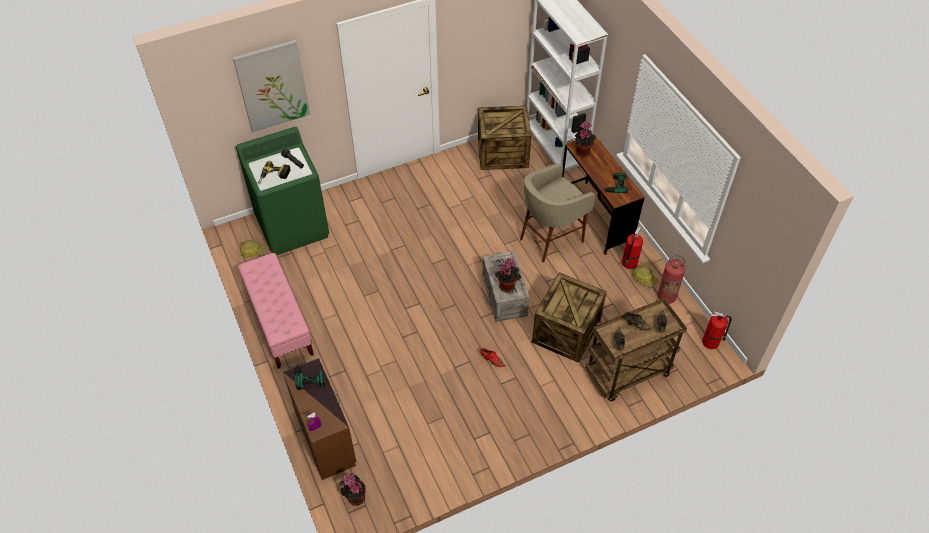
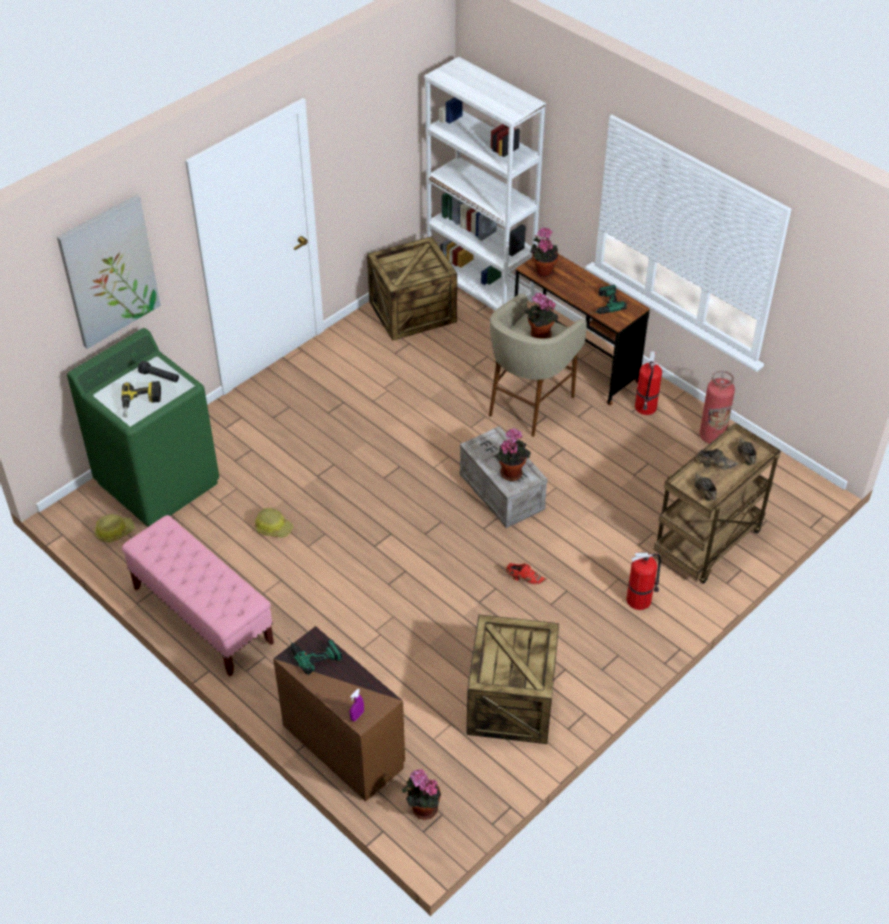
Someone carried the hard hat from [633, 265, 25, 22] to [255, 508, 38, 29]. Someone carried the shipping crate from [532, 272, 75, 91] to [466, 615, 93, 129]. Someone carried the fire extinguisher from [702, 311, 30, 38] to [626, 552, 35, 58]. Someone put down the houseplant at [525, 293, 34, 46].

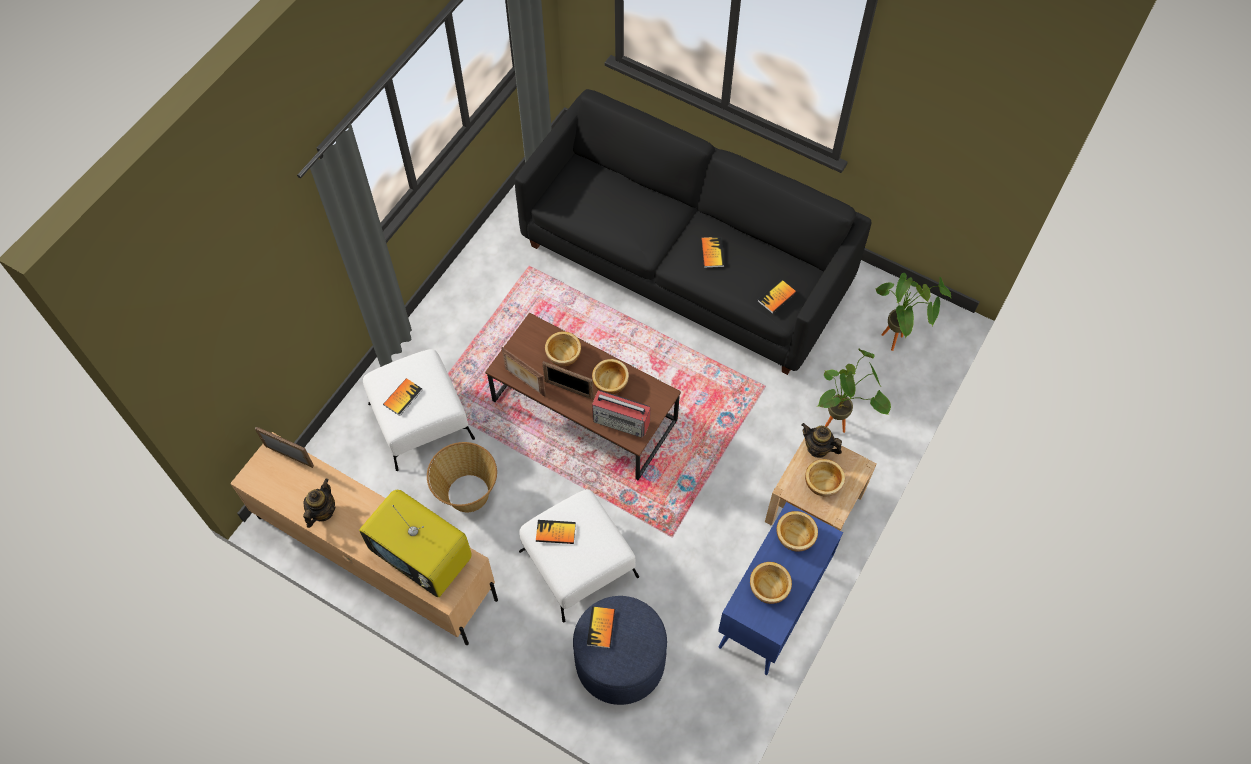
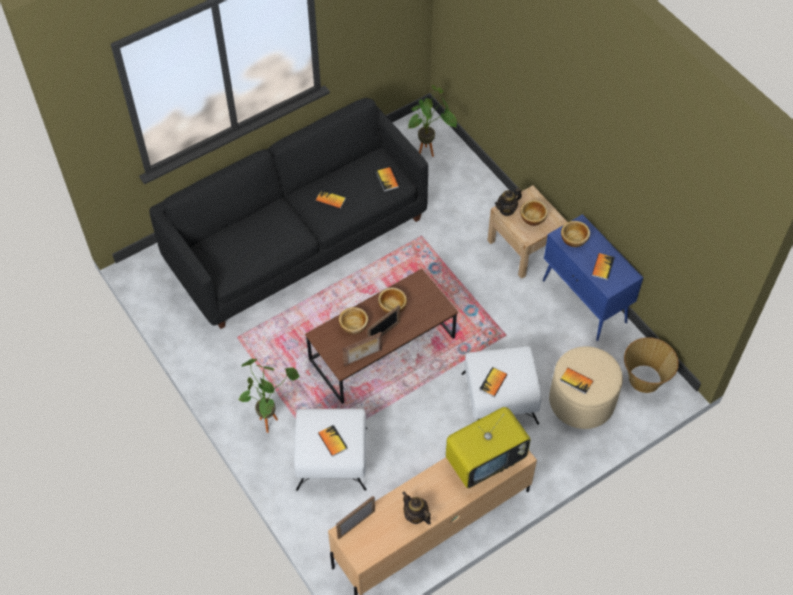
Someone carried the houseplant from [817, 349, 74, 84] to [238, 359, 61, 74]. Someone took away the radio receiver at [592, 390, 59, 48]. Someone carried the storage basket from [427, 442, 70, 70] to [624, 337, 55, 56]. Someone swapped the bowl at [750, 562, 42, 42] for the bound book at [592, 253, 23, 27]. Someone repainted the blue footrest at [573, 596, 94, 109], which became the beige footrest at [549, 346, 74, 83].

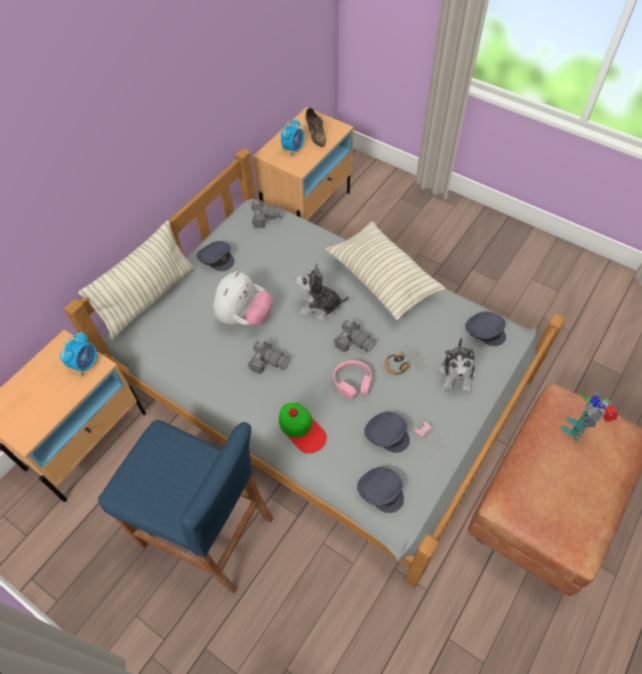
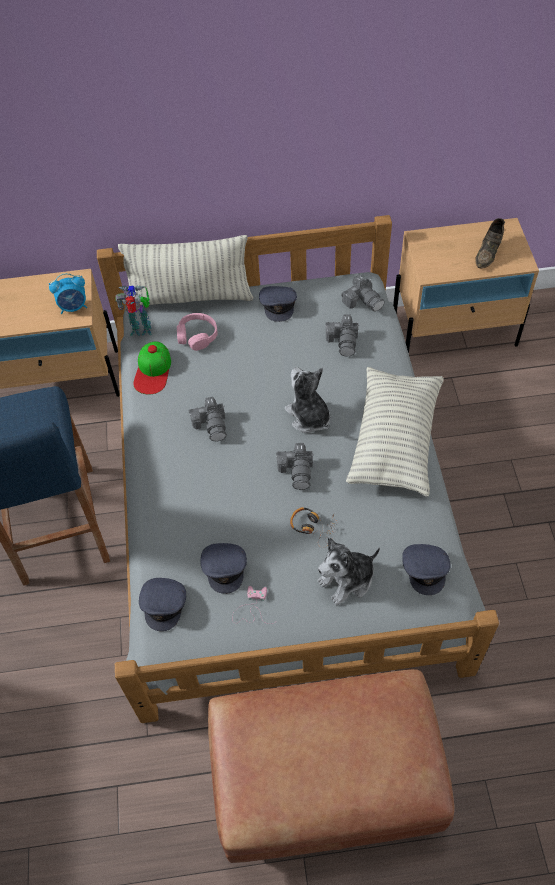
Someone took away the bedside clock at [281, 119, 23, 37]. Someone took away the plush toy at [213, 271, 60, 55]. Someone carried the pink-coloured pair of headphones from [333, 360, 39, 39] to [177, 313, 40, 38]. Someone carried the toy robot from [561, 390, 57, 52] to [115, 285, 37, 51]. Someone carried the peaked cap from [279, 403, 48, 51] to [133, 341, 38, 54]. Someone put down the photo camera at [325, 314, 34, 43].

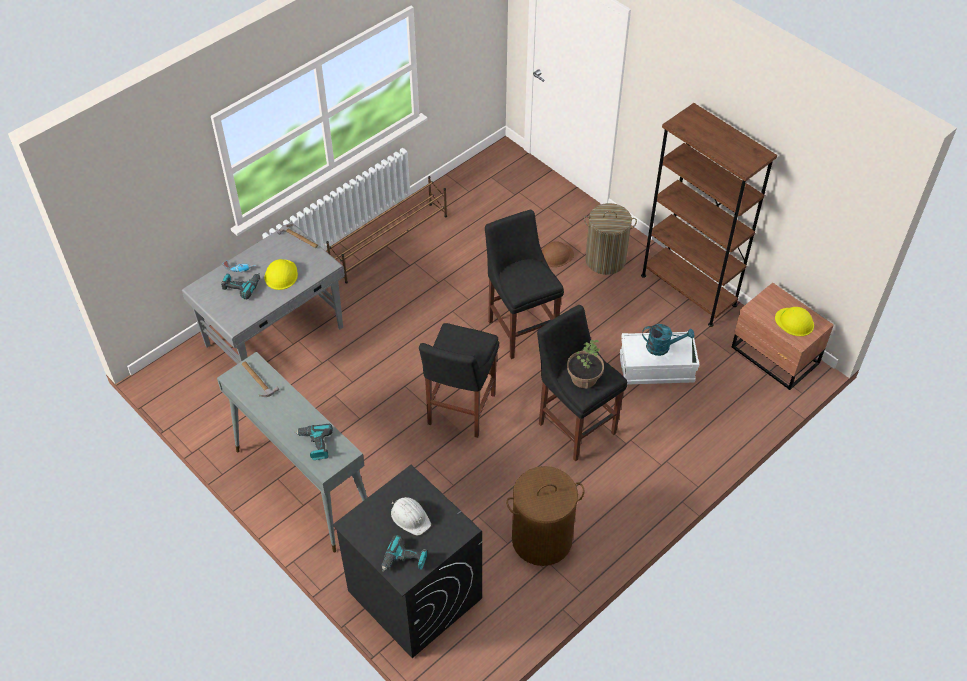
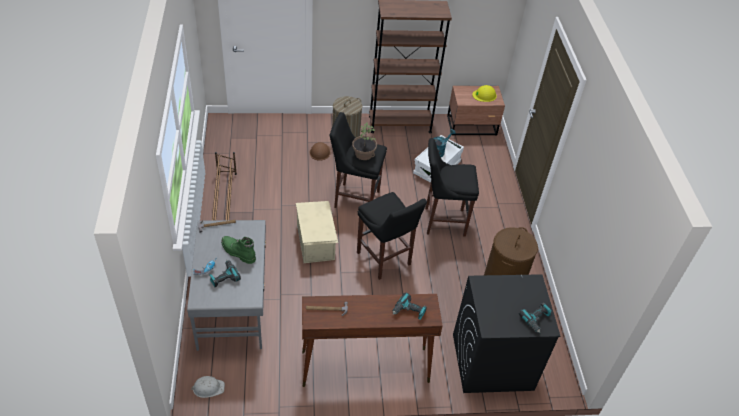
Someone swapped the yellowish hard hat at [264, 259, 34, 31] for the greenish boot at [221, 236, 35, 28]. Someone carried the houseplant from [567, 339, 37, 50] to [352, 123, 25, 37]. Someone repainted the greyish narrow table at [217, 352, 150, 200], which became the brownish narrow table at [302, 294, 140, 93]. Someone carried the white hard hat from [391, 497, 40, 39] to [191, 376, 34, 22]. Someone put down the beige storage container at [296, 201, 42, 62].

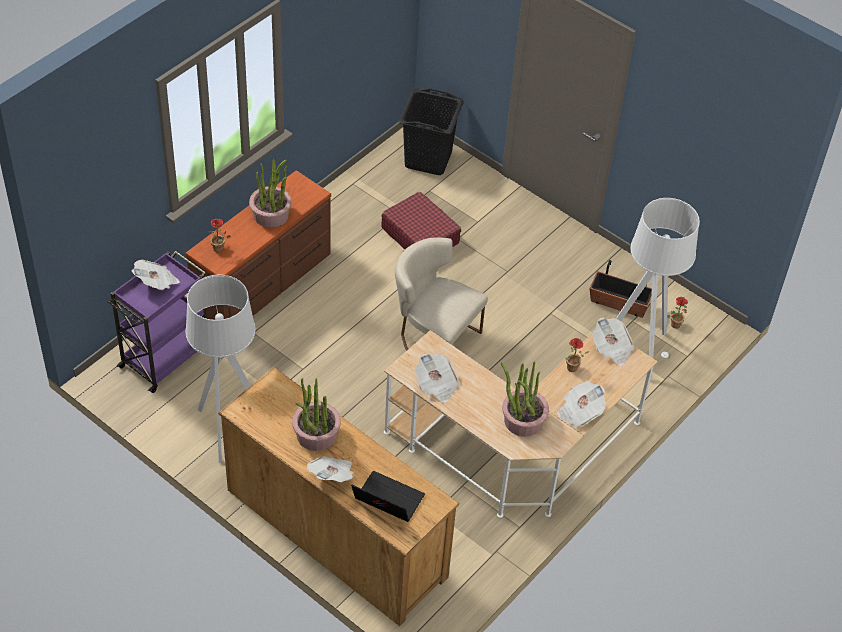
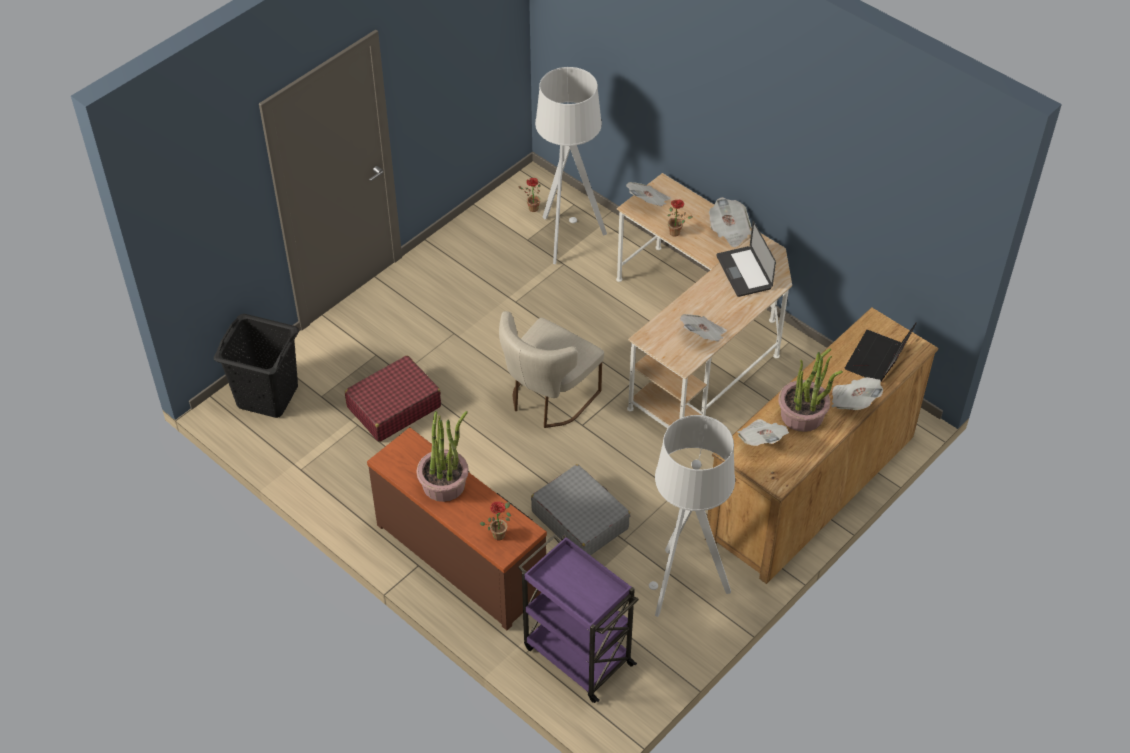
Someone carried the printed paper from [131, 260, 49, 30] to [737, 419, 52, 27]. Someone took away the planter at [590, 260, 62, 58]. Someone swapped the houseplant at [501, 361, 48, 76] for the laptop at [716, 221, 60, 76]. Someone put down the greyish travel case at [531, 464, 99, 92].

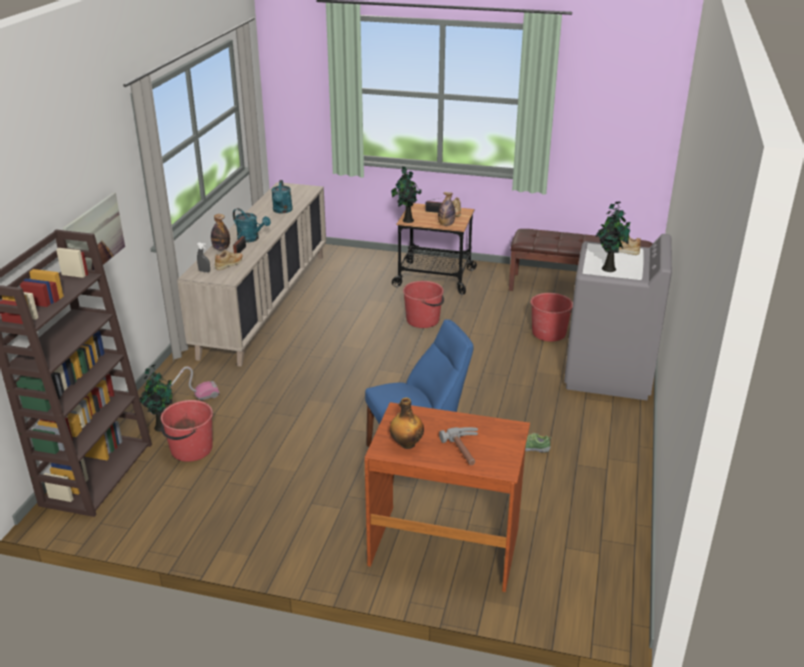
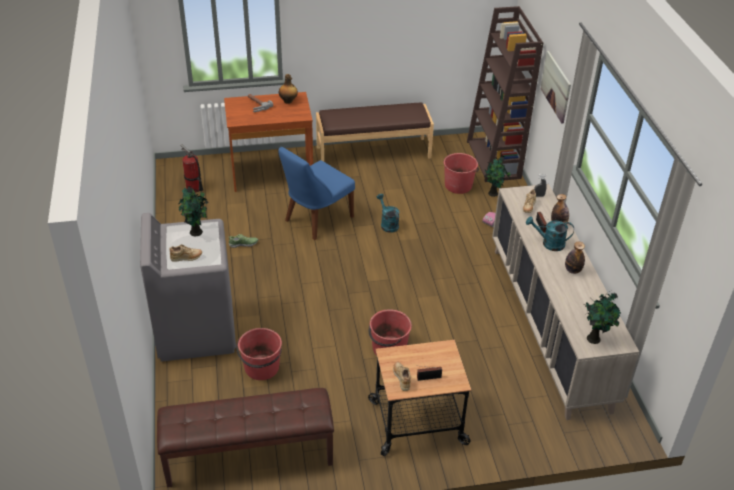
Someone carried the houseplant from [391, 167, 31, 56] to [582, 291, 40, 53]. Someone carried the turquoise sprinkling can from [271, 180, 22, 33] to [376, 194, 24, 39]. Someone carried the drink bottle from [438, 192, 17, 34] to [565, 241, 20, 33]. Someone put down the brownish long seat at [316, 102, 118, 59]. Someone put down the fire extinguisher at [181, 144, 22, 49].

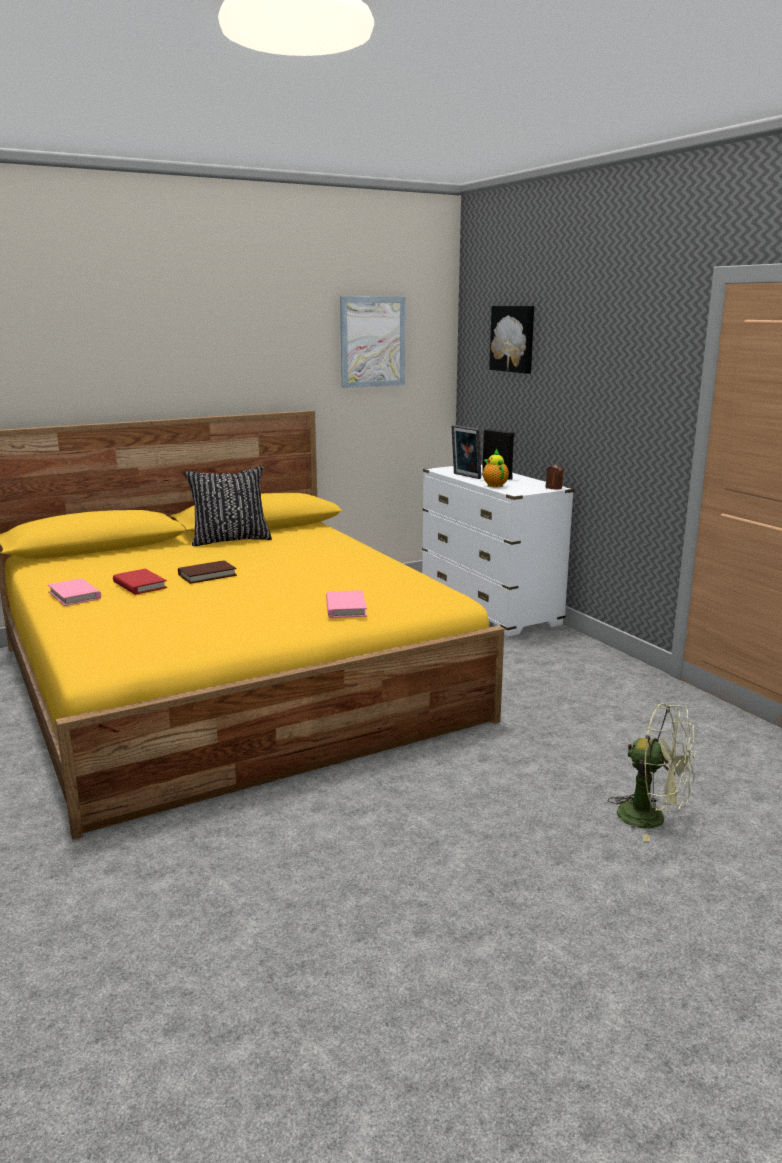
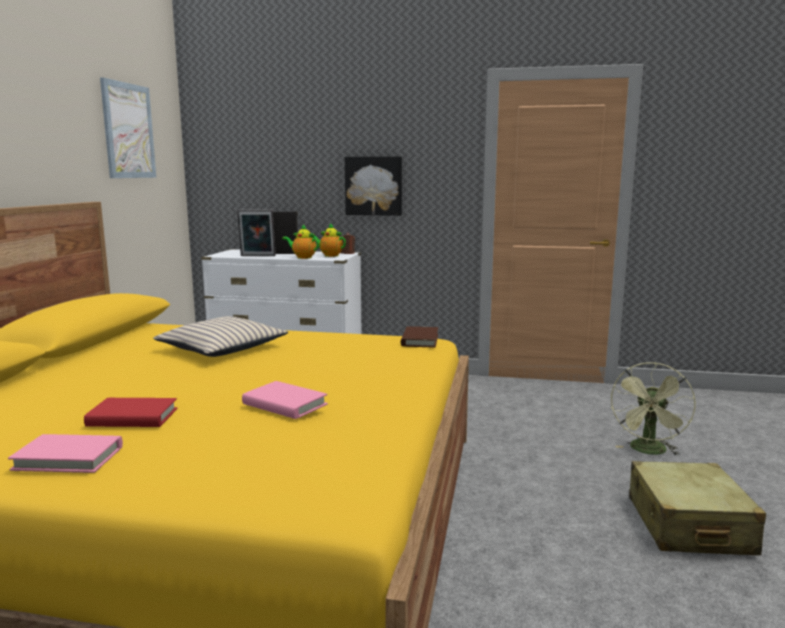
Someone carried the wall picture from [489, 306, 45, 68] to [345, 156, 57, 60]. Someone took away the blackish throw pillow at [185, 466, 87, 80]. Someone carried the brownish bound book from [178, 560, 59, 24] to [401, 326, 37, 22]. Someone carried the pink-coloured bound book from [326, 590, 41, 28] to [242, 381, 86, 38]. Someone rotated the greenish fan at [608, 703, 88, 138] by 135 degrees clockwise. Someone put down the tea pot at [312, 223, 34, 34]. Someone put down the beige throw pillow at [153, 316, 135, 41]. Someone put down the beige travel case at [629, 461, 137, 94].

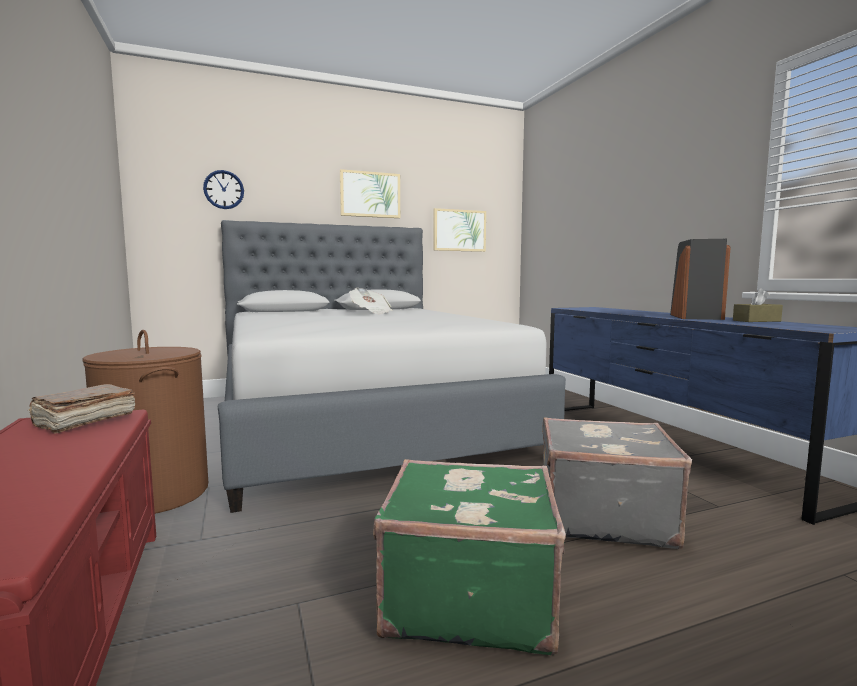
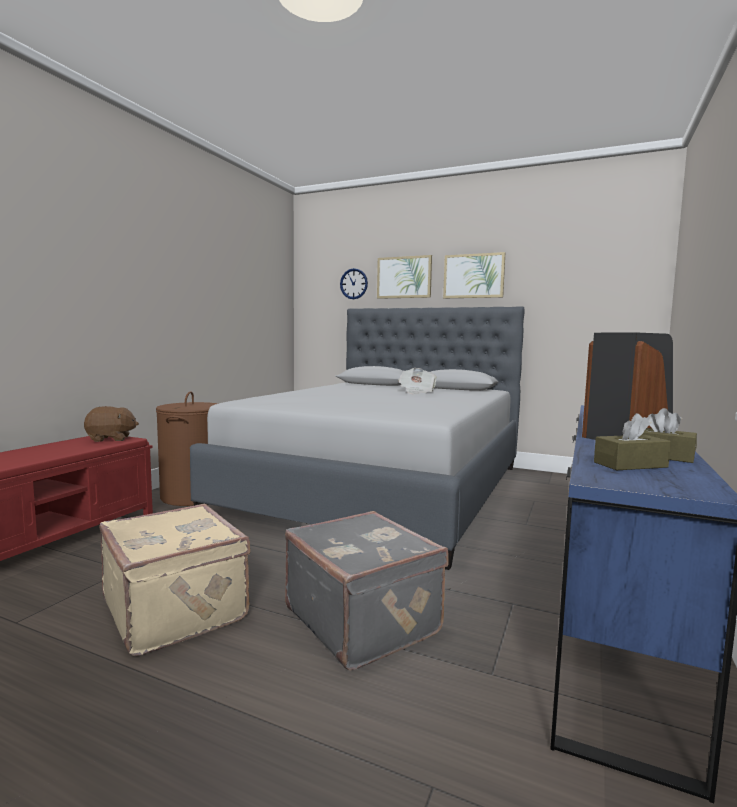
Someone carried the wall picture from [433, 208, 53, 44] to [377, 255, 55, 44]. Someone swapped the brownish bound book at [28, 384, 107, 50] for the brownish plush toy at [84, 406, 55, 36]. Someone repainted the greenish travel case at [373, 459, 193, 196], which became the beige travel case at [99, 504, 151, 152]. Someone put down the brownish tissue holder at [594, 413, 77, 57].

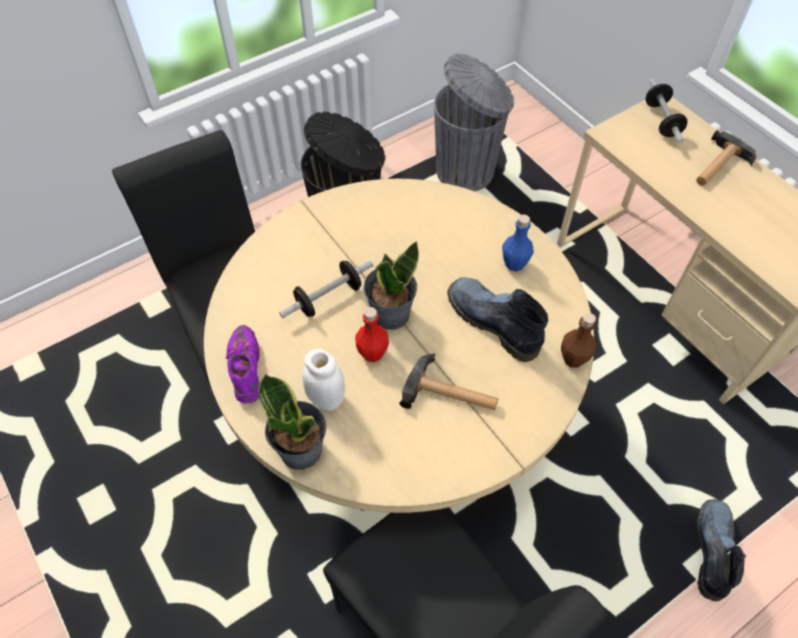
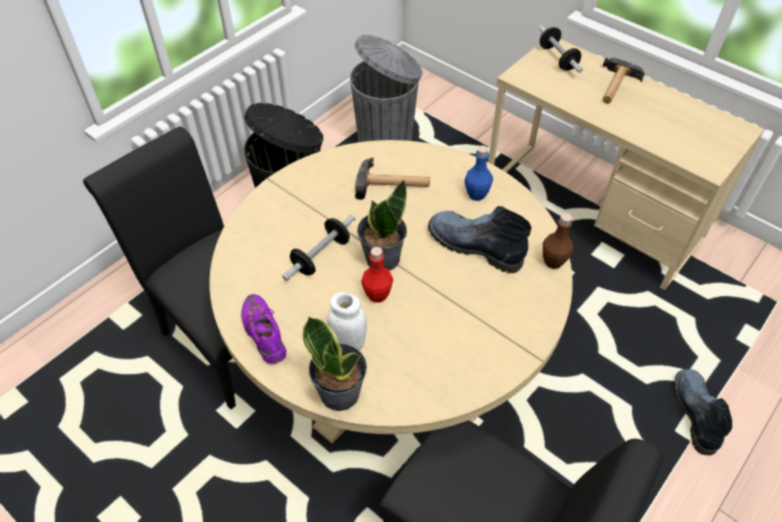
Someone carried the hammer from [399, 354, 100, 56] to [355, 157, 75, 43].

